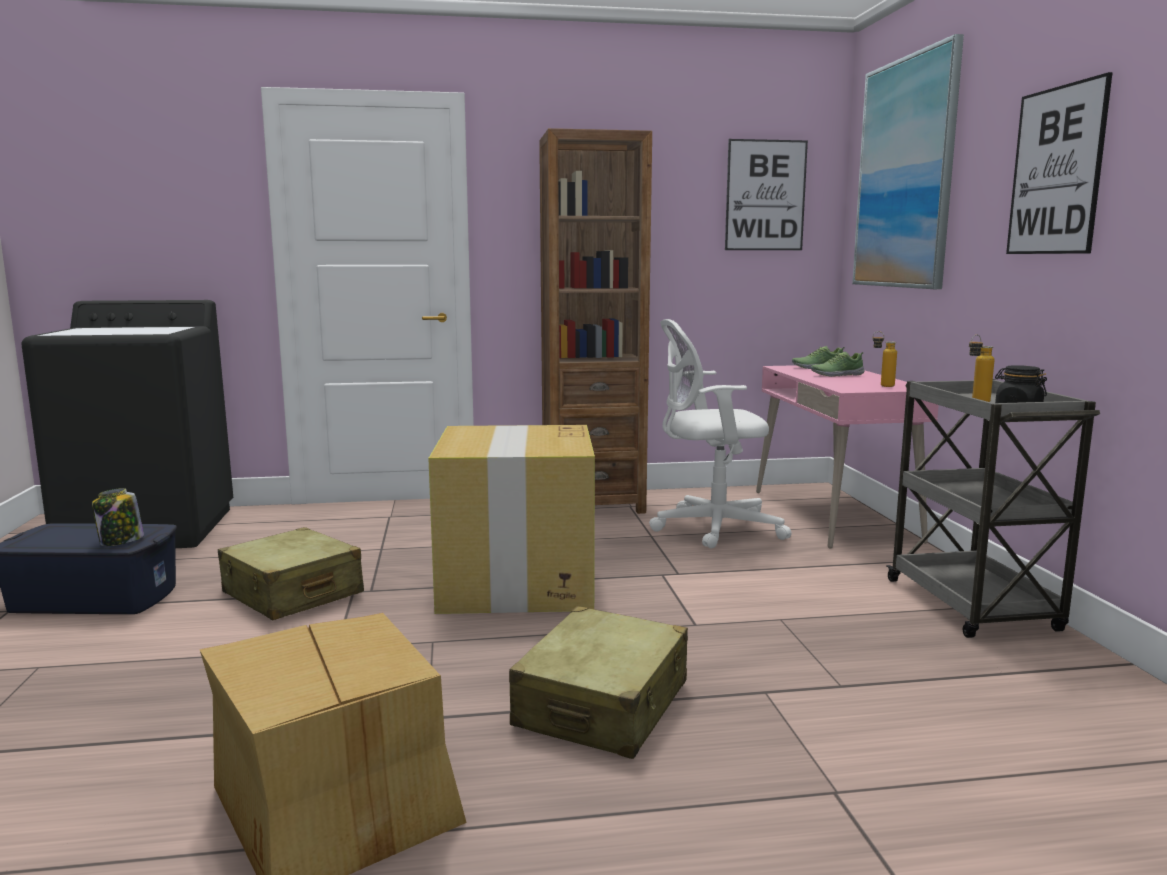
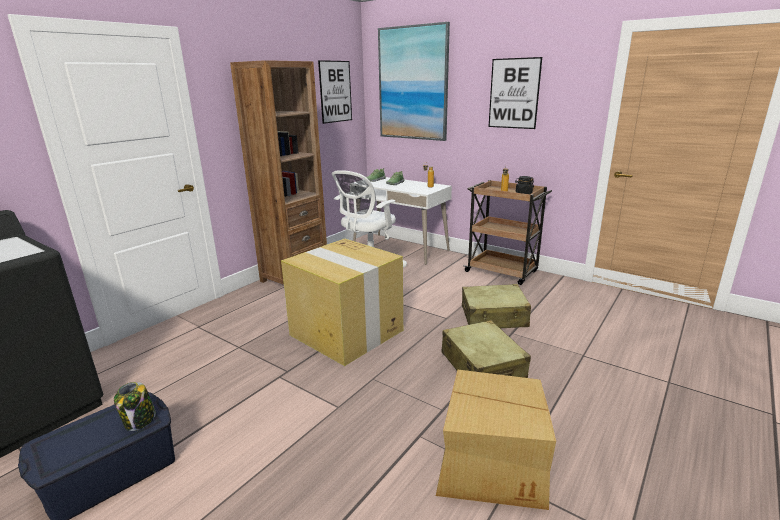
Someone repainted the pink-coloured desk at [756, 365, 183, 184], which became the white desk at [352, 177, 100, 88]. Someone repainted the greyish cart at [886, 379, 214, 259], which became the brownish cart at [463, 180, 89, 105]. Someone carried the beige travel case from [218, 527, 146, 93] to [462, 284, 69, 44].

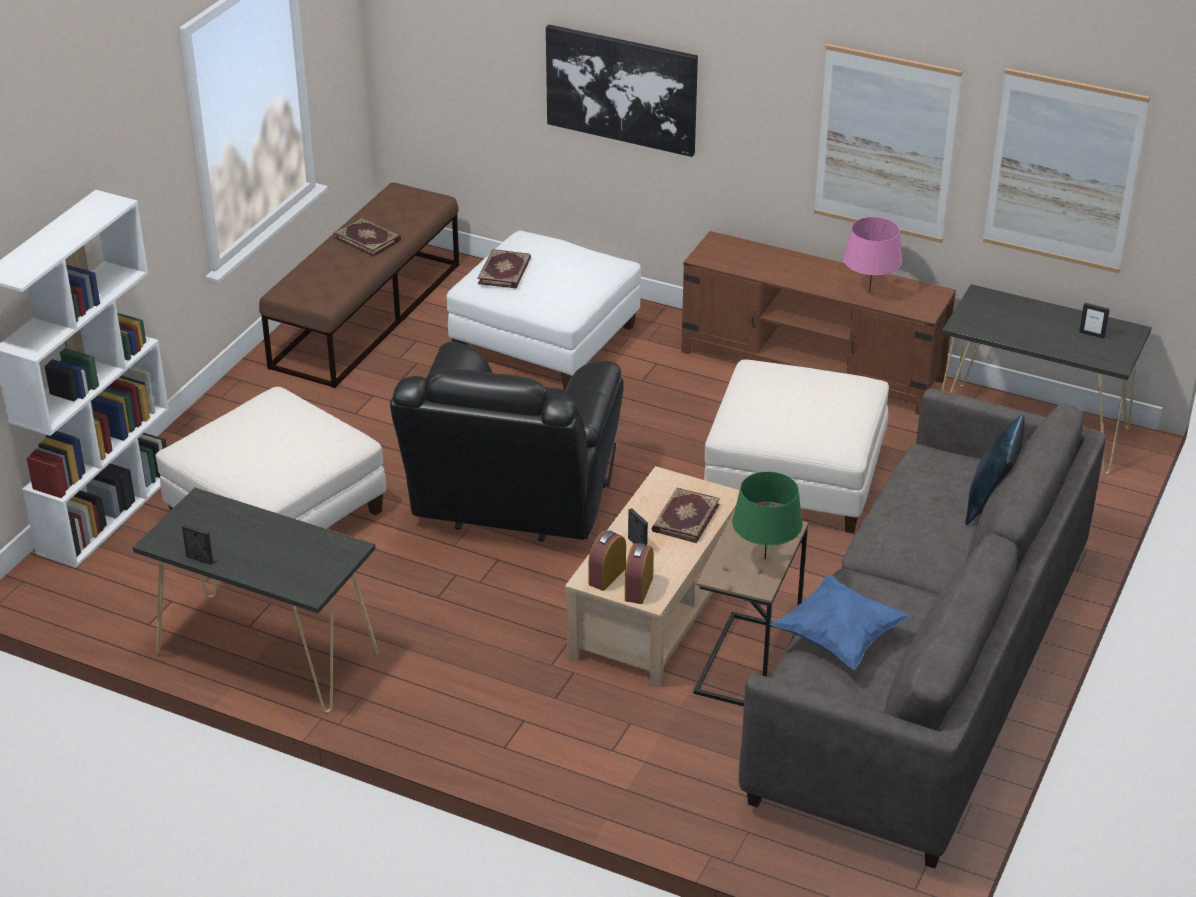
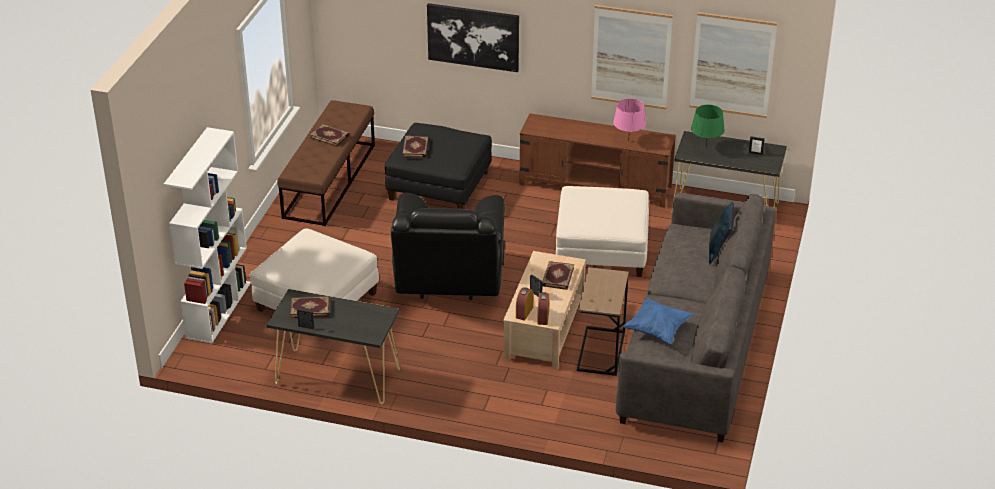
Someone repainted the white footrest at [446, 231, 195, 159], which became the blackish footrest at [385, 123, 107, 86]. Someone carried the greenish lamp for a table from [732, 471, 71, 88] to [691, 105, 34, 42]. Someone put down the bound book at [290, 297, 40, 21].

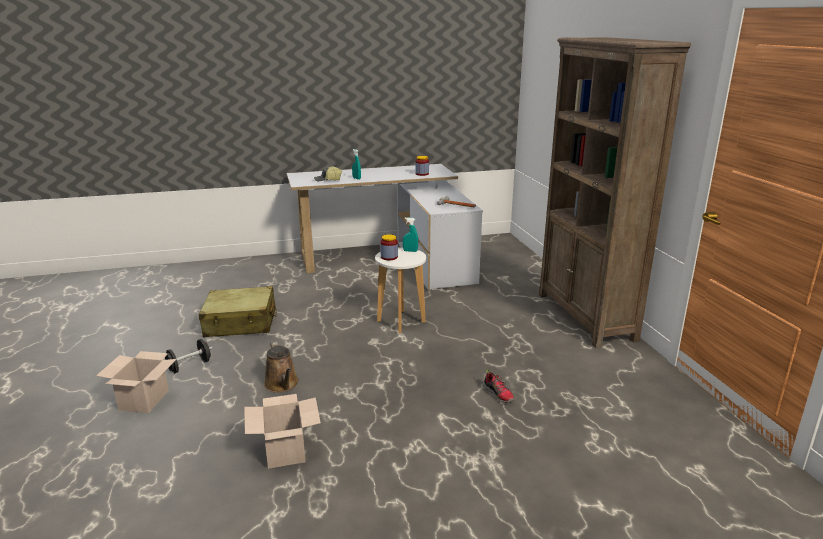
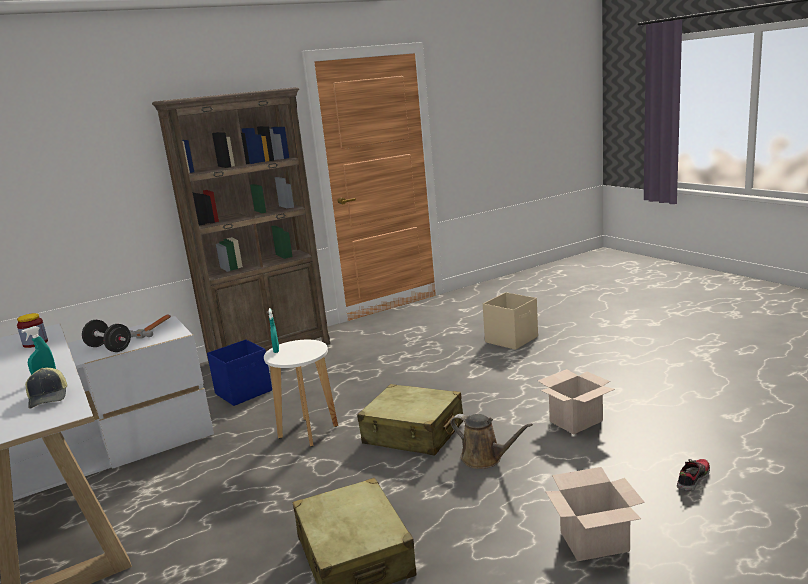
Someone took away the storage jar at [380, 234, 18, 26]. Someone carried the blackish hand weight from [165, 339, 48, 34] to [82, 320, 49, 32]. Someone rotated the brownish sprinkling can at [264, 341, 35, 52] by 75 degrees clockwise. Someone carried the low shoe from [483, 369, 32, 34] to [677, 459, 33, 33]. Someone put down the beige storage container at [483, 292, 55, 58]. Someone put down the blue storage container at [207, 340, 65, 66]. Someone put down the beige travel case at [357, 384, 106, 72].

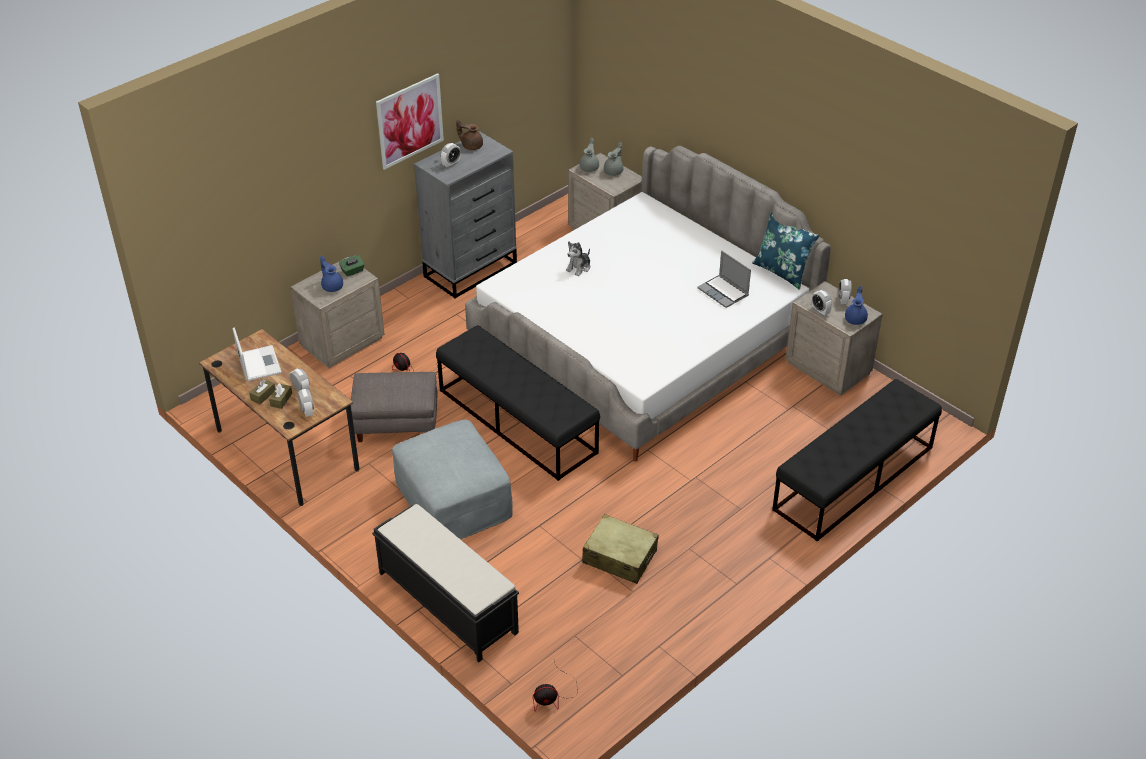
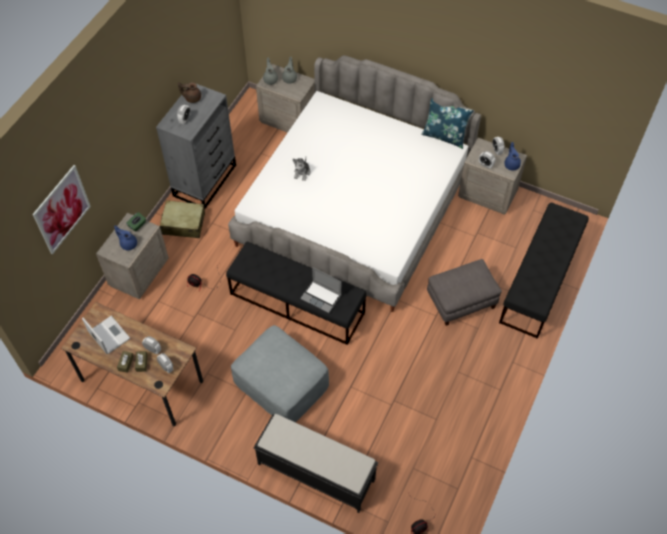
Someone carried the wall picture from [376, 73, 68, 97] to [32, 165, 59, 90]. Someone carried the laptop from [697, 250, 54, 58] to [300, 267, 42, 46]. Someone carried the greyish footrest from [351, 372, 87, 70] to [427, 259, 75, 67]. Someone carried the beige travel case from [582, 514, 77, 70] to [160, 200, 45, 38].

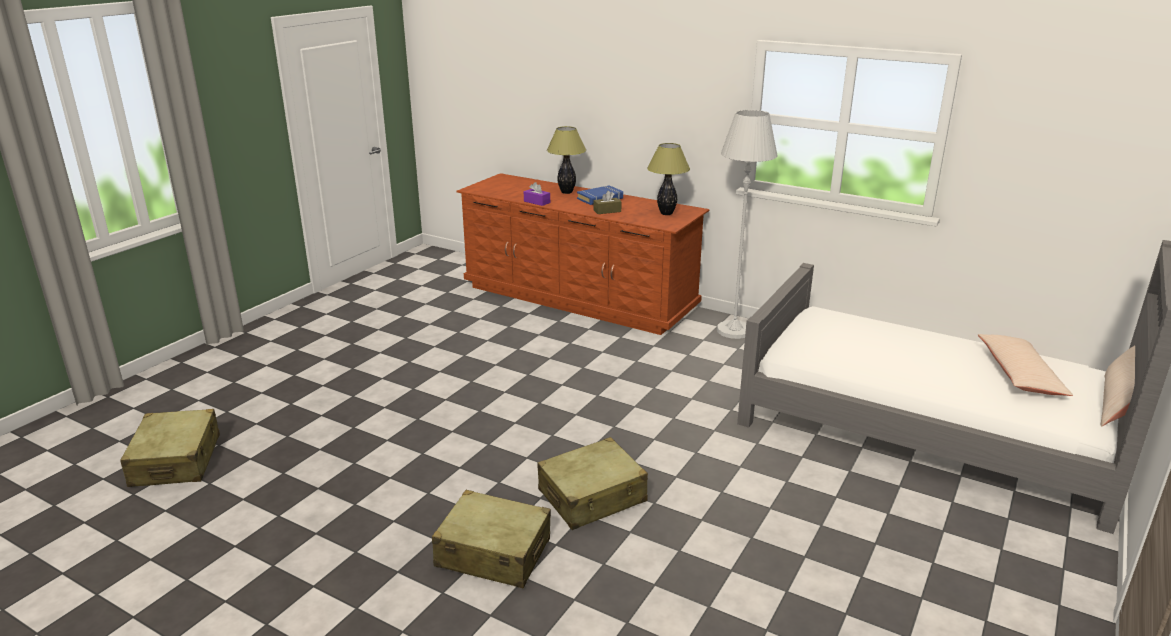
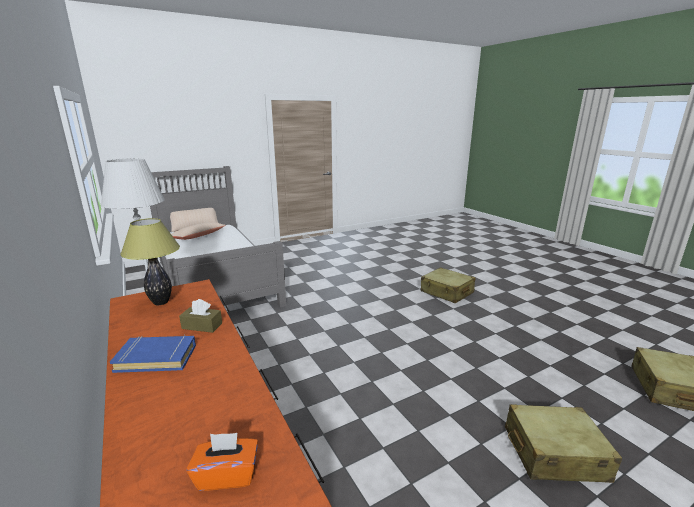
Someone took away the lamp for a table at [547, 126, 39, 68]. Someone took away the purple tissue holder at [524, 182, 26, 24]. Someone carried the beige travel case from [537, 437, 111, 93] to [505, 404, 117, 79]. Someone put down the orange tissue holder at [187, 433, 71, 58].

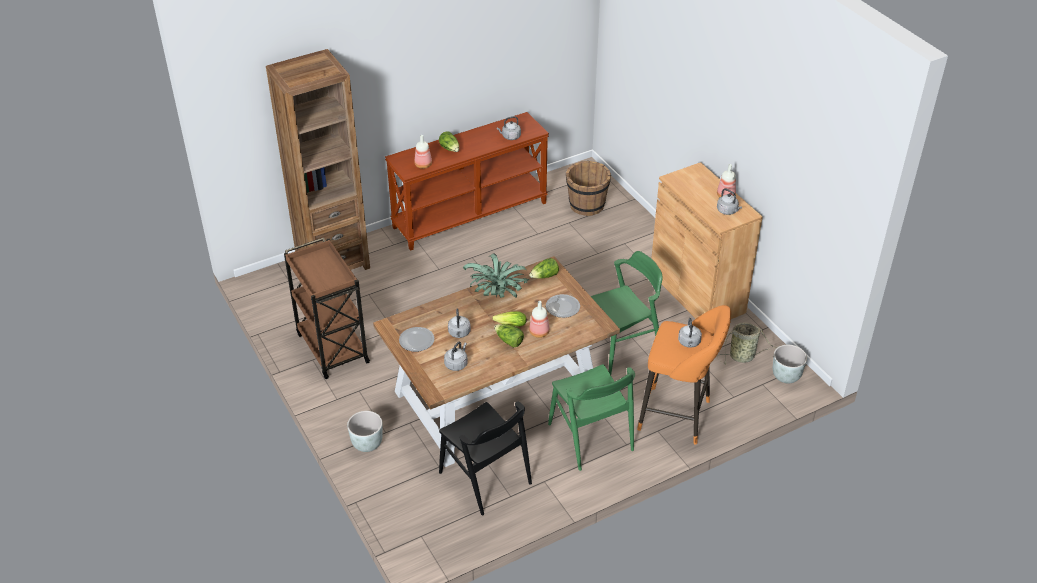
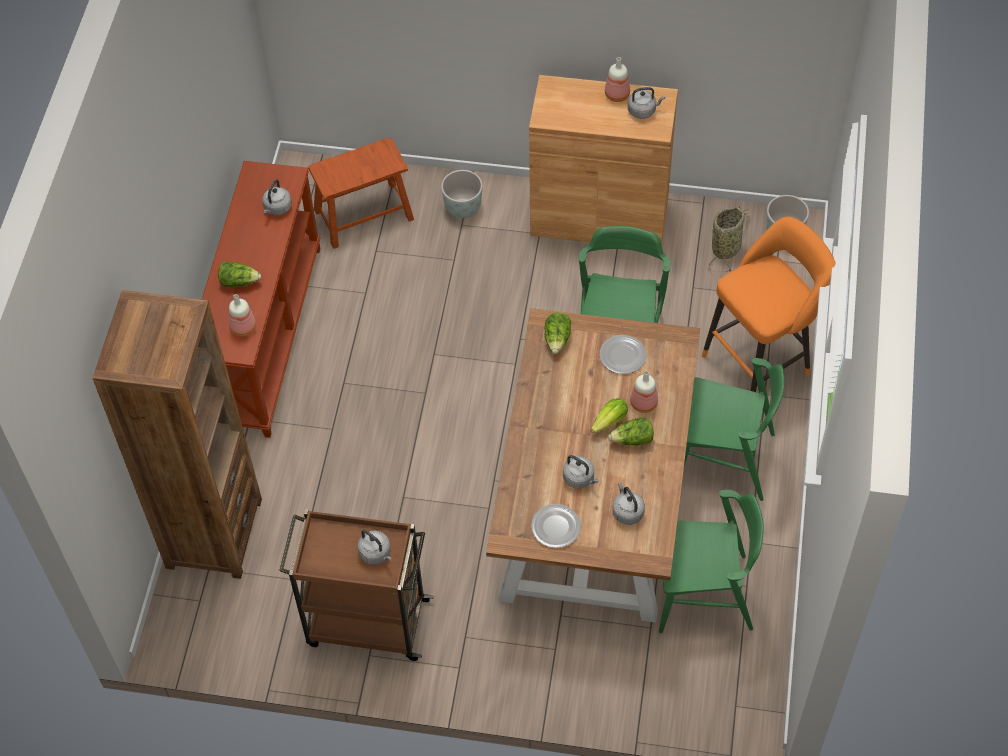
Someone swapped the brownish bucket at [566, 161, 45, 55] for the brownish stool at [308, 138, 106, 111]. Someone took away the houseplant at [463, 253, 67, 45]. Someone carried the greyish kettle from [678, 318, 24, 30] to [358, 530, 34, 34]. Someone repainted the blackish upright chair at [439, 402, 93, 113], which became the greenish upright chair at [659, 490, 105, 143]. Someone carried the greyish planter from [347, 411, 35, 41] to [441, 170, 41, 48].

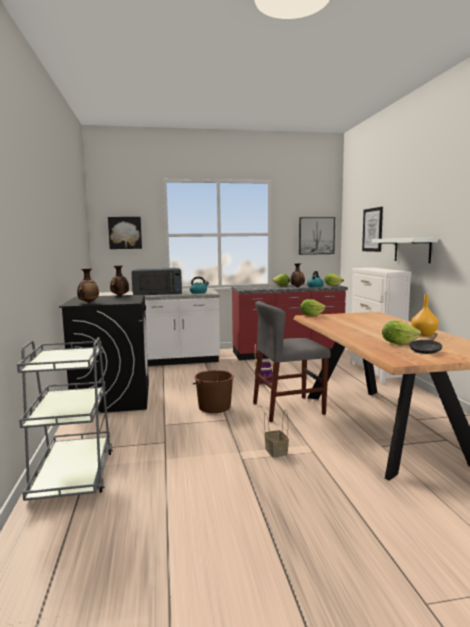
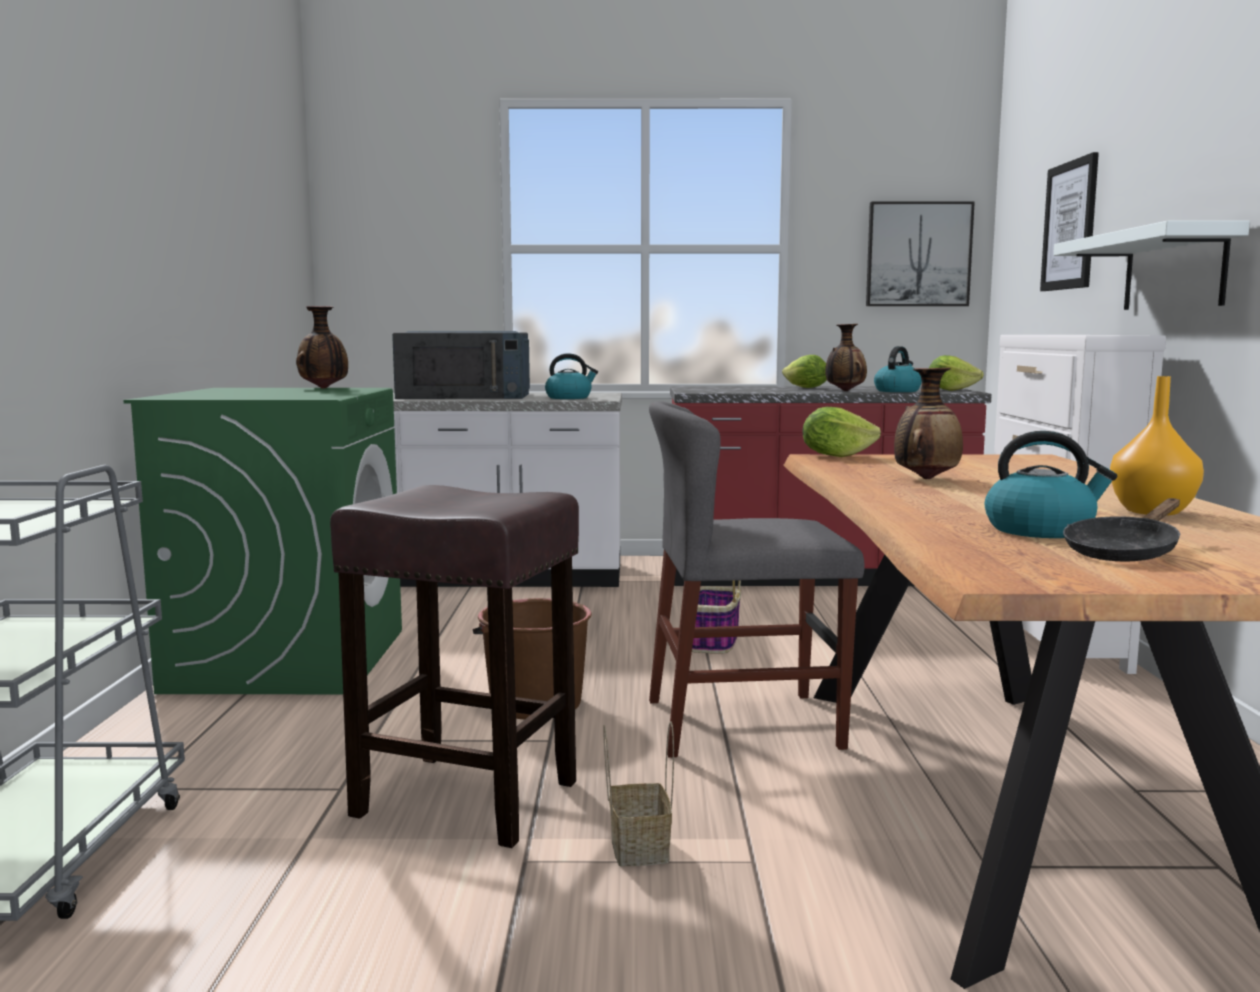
Someone took away the wall picture at [108, 217, 34, 32]. Someone carried the vase from [77, 268, 22, 35] to [894, 368, 69, 111]. Someone repainted the blackish laundry machine at [59, 295, 90, 118], which became the greenish laundry machine at [123, 388, 279, 307]. Someone swapped the head of lettuce at [382, 320, 39, 25] for the kettle at [985, 431, 132, 107]. Someone put down the brownish stool at [330, 485, 249, 363].

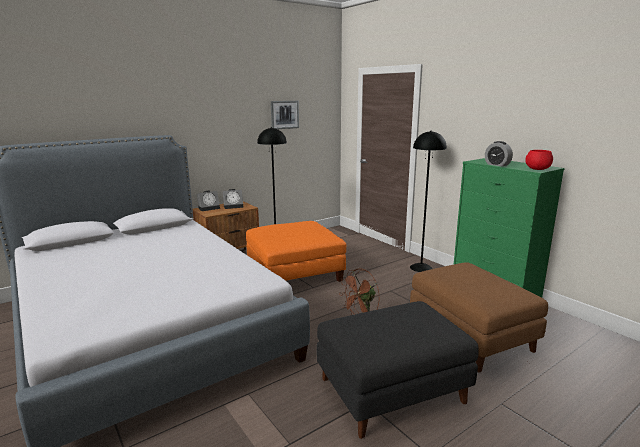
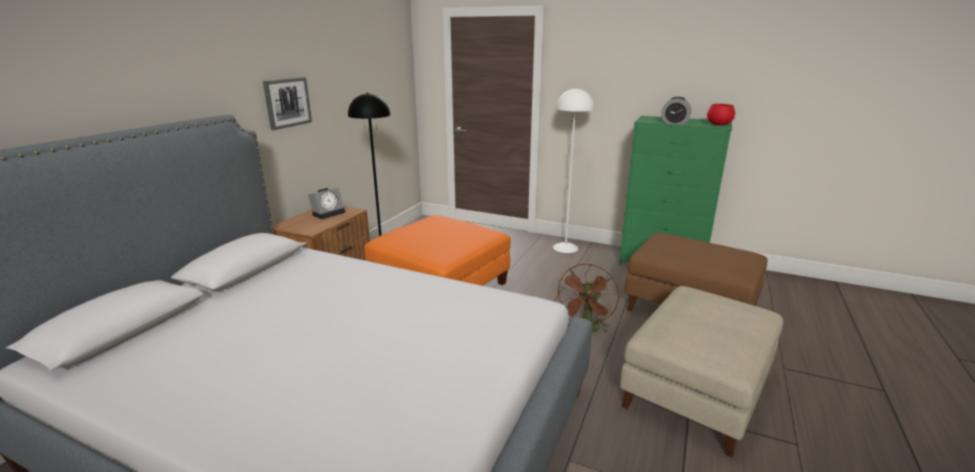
Someone carried the wall picture from [271, 101, 28, 28] to [263, 77, 49, 53]. Someone repainted the blackish standing lamp at [410, 131, 37, 141], which became the white standing lamp at [553, 88, 41, 165]. Someone took away the bedside clock at [196, 191, 24, 20]. Someone repainted the blackish footrest at [317, 301, 162, 138], which became the beige footrest at [620, 286, 163, 171].

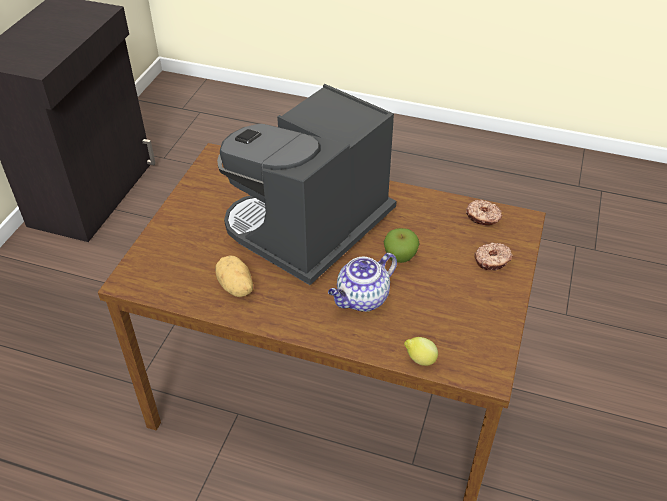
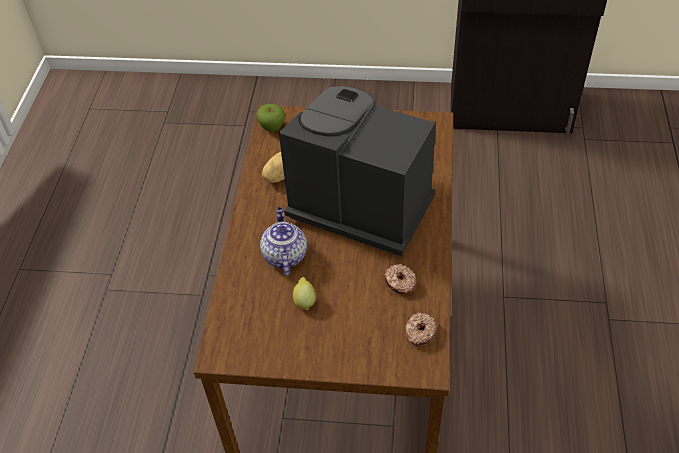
Someone carried the apple from [384, 228, 36, 35] to [257, 104, 28, 28]. Someone carried the donut from [474, 243, 39, 28] to [384, 264, 33, 30]. Someone rotated the tea pot at [328, 253, 69, 59] by 45 degrees clockwise. Someone carried the lemon from [404, 337, 34, 29] to [293, 277, 23, 34].

